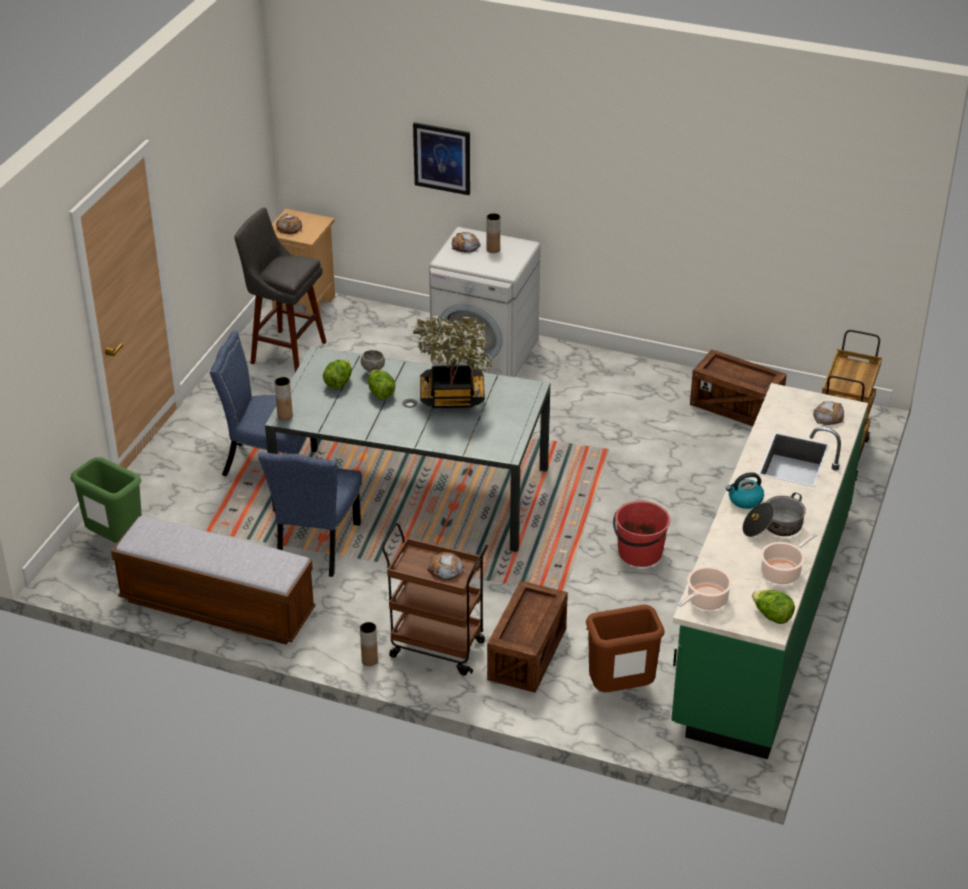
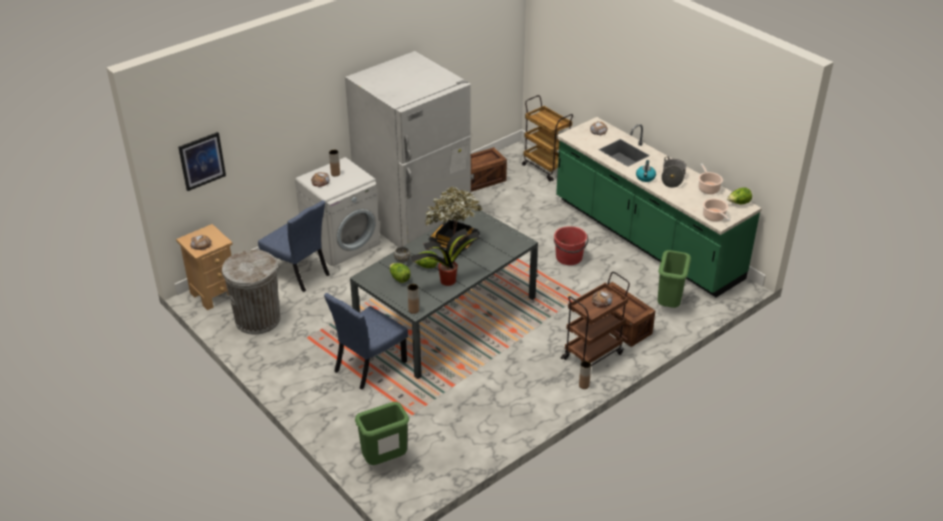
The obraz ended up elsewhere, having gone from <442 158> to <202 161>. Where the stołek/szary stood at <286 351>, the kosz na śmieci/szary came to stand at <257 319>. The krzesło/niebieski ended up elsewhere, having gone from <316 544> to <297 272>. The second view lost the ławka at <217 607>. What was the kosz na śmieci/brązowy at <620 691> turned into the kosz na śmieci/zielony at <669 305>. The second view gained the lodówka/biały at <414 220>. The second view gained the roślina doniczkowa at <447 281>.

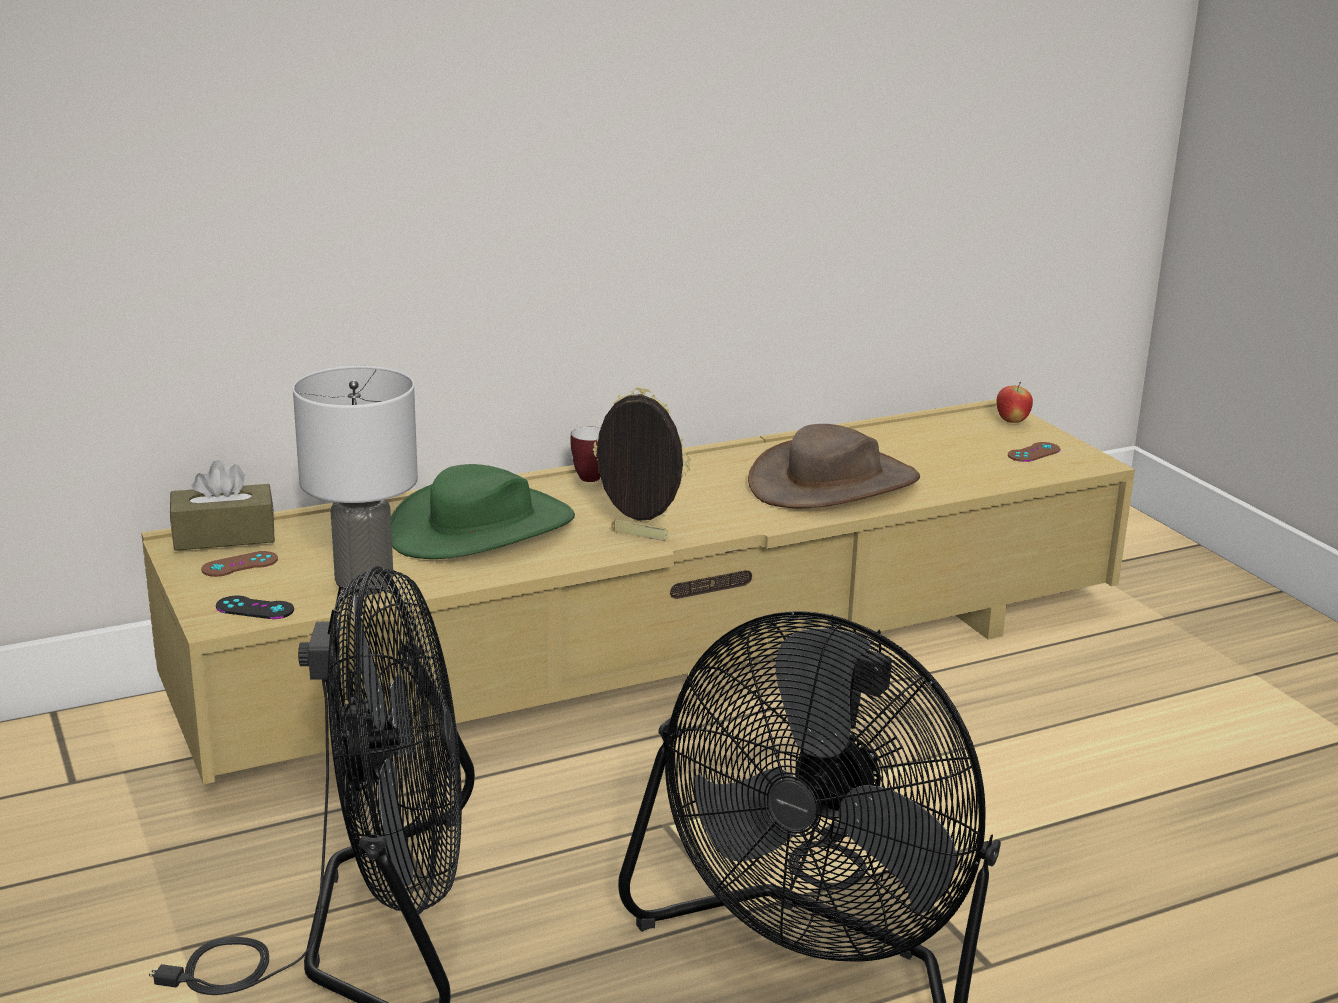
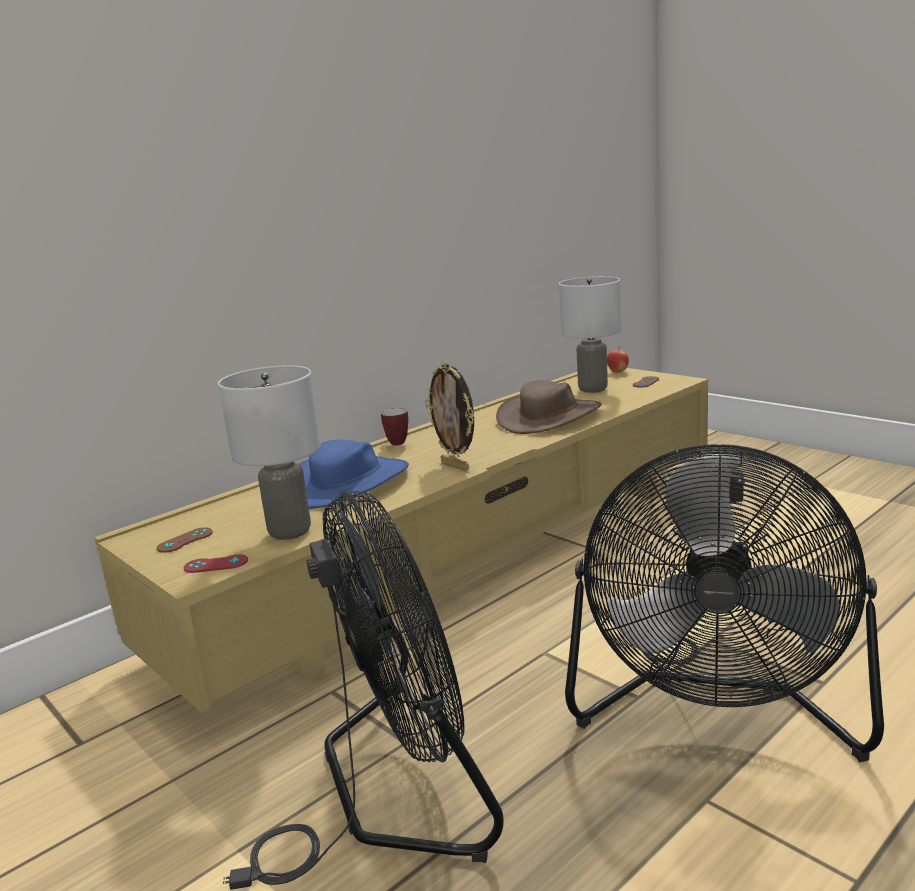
The ramka na zdjęcie at <638 536> ended up facing another way, 135 degrees counterclockwise from before. The second view lost the pudełko chusteczek/brązowy at <224 536>. What was the kapelusz/zielony at <482 528> turned into the kapelusz/niebieski at <347 483>. What was the pad do gier/czarny at <255 608> turned into the pad do gier/czerwony at <216 564>. The second view gained the lampa stołowa/biały at <594 389>.

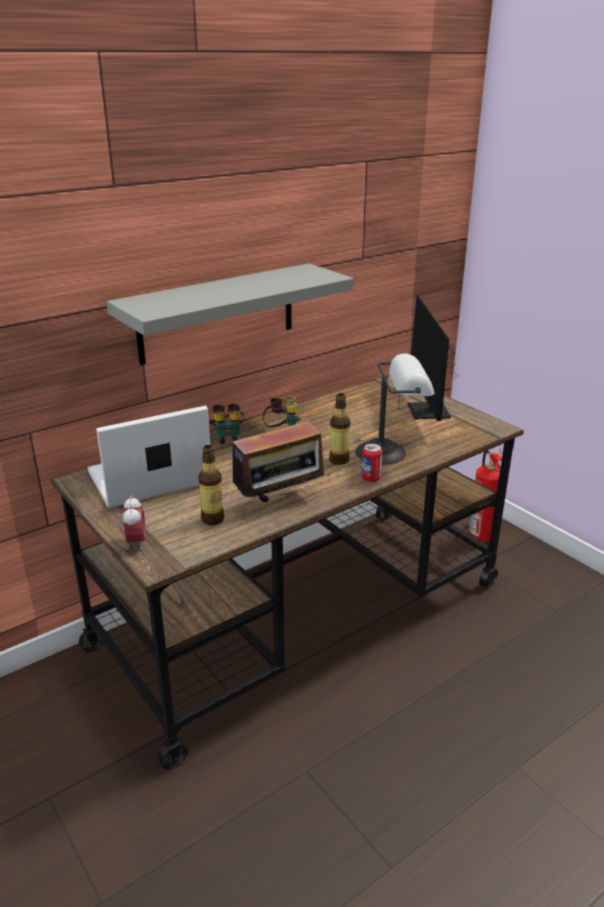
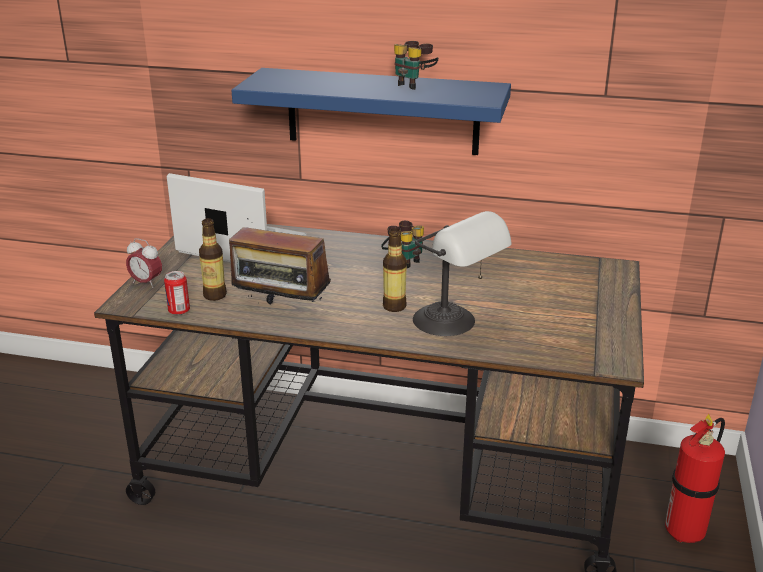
What was the półka/szary at <217 313> turned into the półka/niebieski at <382 111>. The second view lost the monitor at <428 413>. The lornetka ended up elsewhere, having gone from <228 438> to <414 85>. The puszka ended up elsewhere, having gone from <371 479> to <179 311>. The budzik at <136 543> ended up facing another way, 75 degrees clockwise from before.

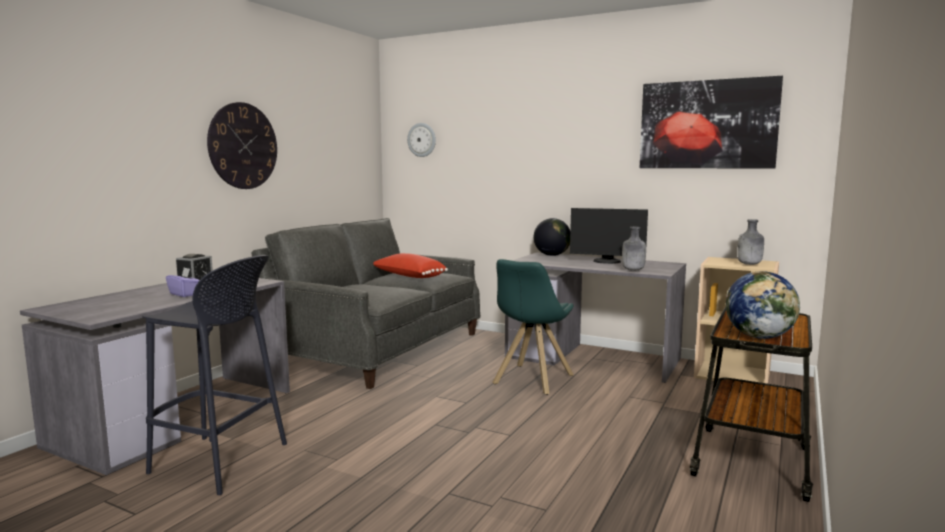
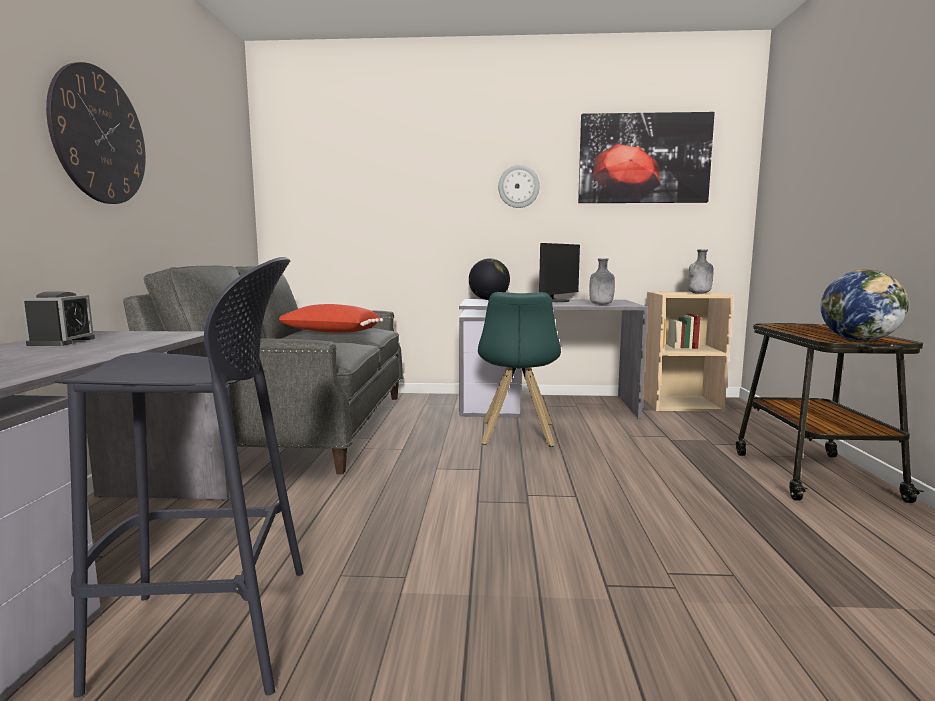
The zegar ścienny ended up elsewhere, having gone from <422 140> to <518 186>. The monitor at <606 261> ended up facing another way, 45 degrees counterclockwise from before. The second view lost the pudełko chusteczek/fioletowy at <185 294>.

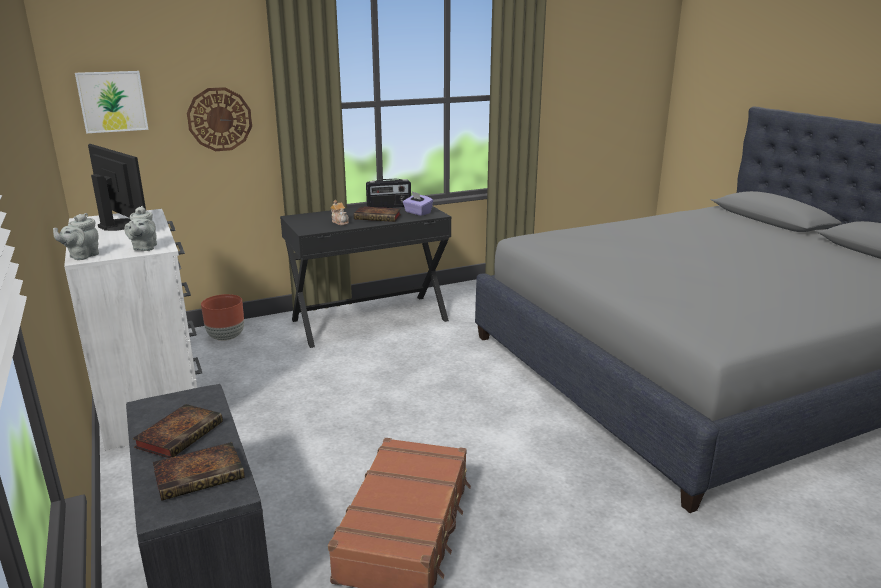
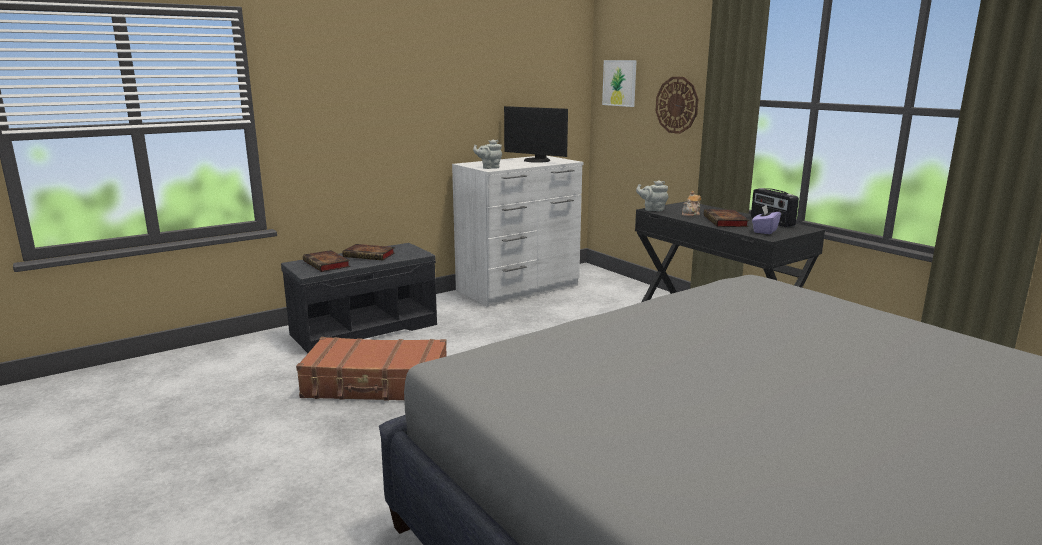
The monitor at <120 225> ended up facing another way, 90 degrees clockwise from before. The imbryk/szary ended up elsewhere, having gone from <82 256> to <652 209>. The second view lost the donica/brązowy at <226 337>.

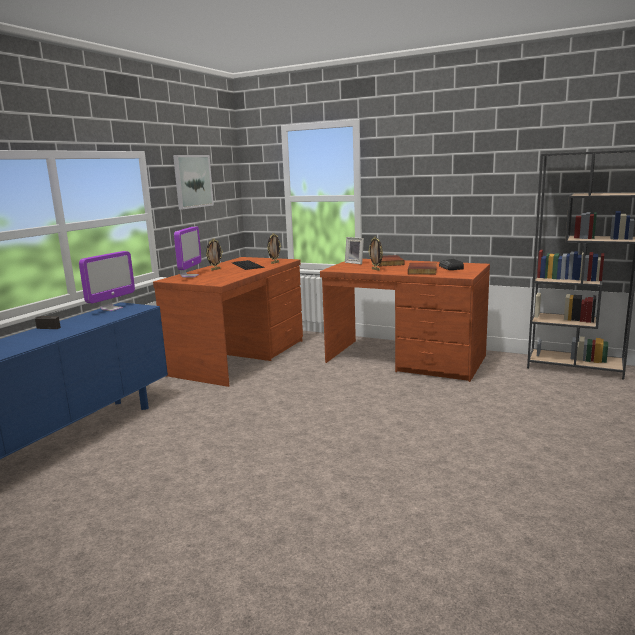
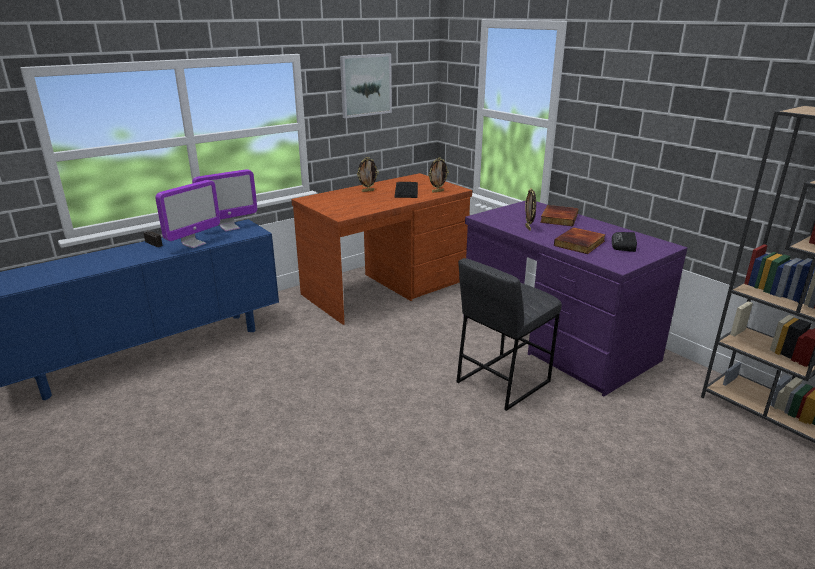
The monitor ended up elsewhere, having gone from <189 276> to <194 244>. The second view lost the ramka na zdjęcie at <355 263>. What was the biurko/brązowy at <405 359> turned into the biurko/fioletowy at <556 339>. The second view gained the stołek/szary at <502 382>.

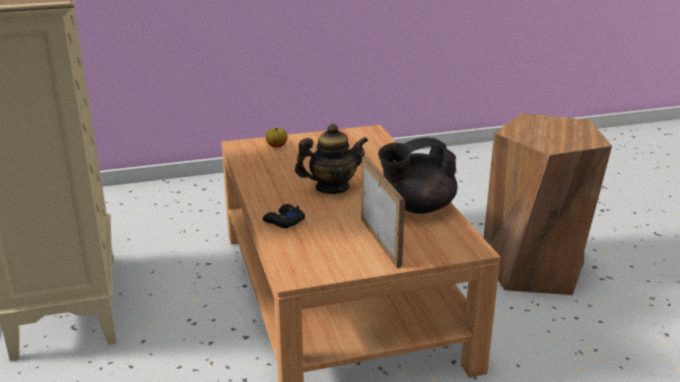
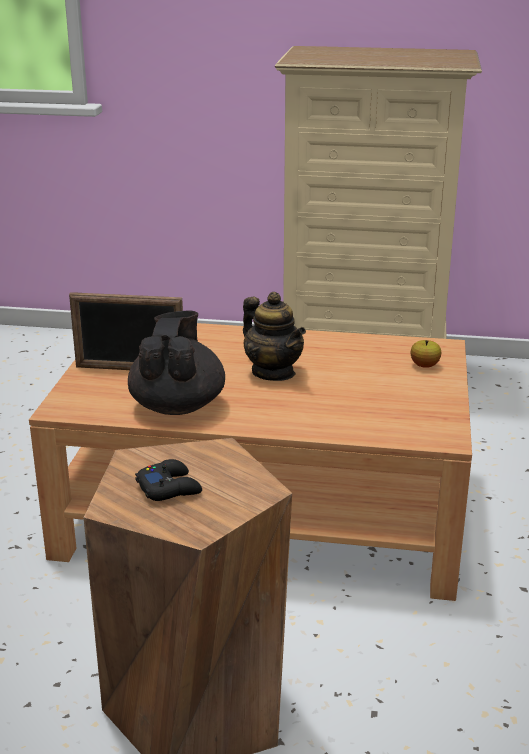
The imbryk at <332 188> ended up facing another way, 45 degrees counterclockwise from before. The pad do gier/czarny ended up elsewhere, having gone from <283 221> to <169 488>.

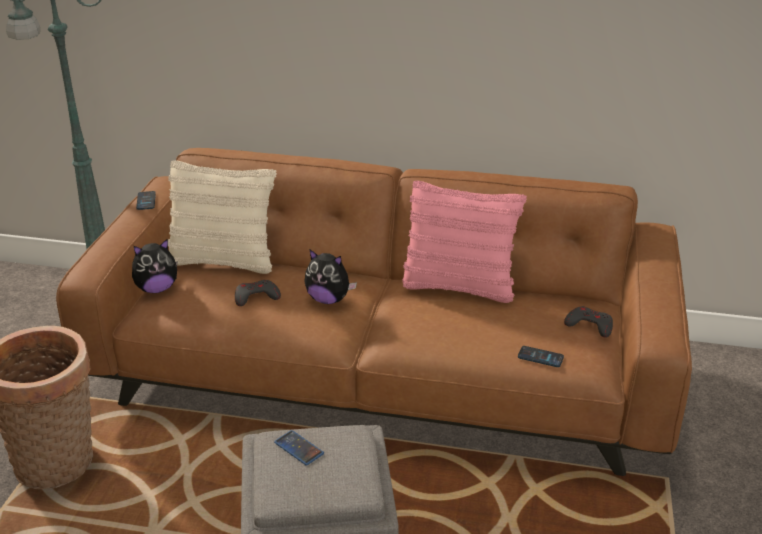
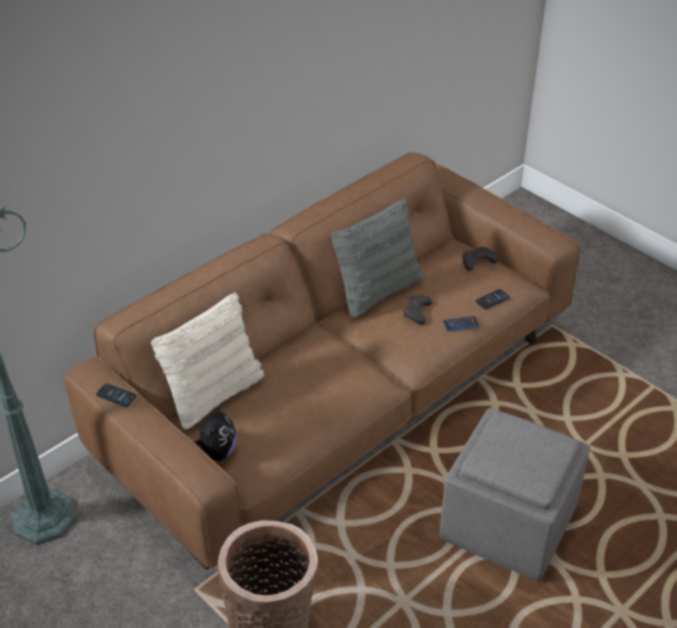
What was the poduszka/różowy at <460 287> turned into the poduszka/szary at <377 292>. The second view lost the pluszak at <328 299>. The pad do gier/szary ended up elsewhere, having gone from <256 297> to <417 312>. The telefon ended up elsewhere, having gone from <299 448> to <460 324>.

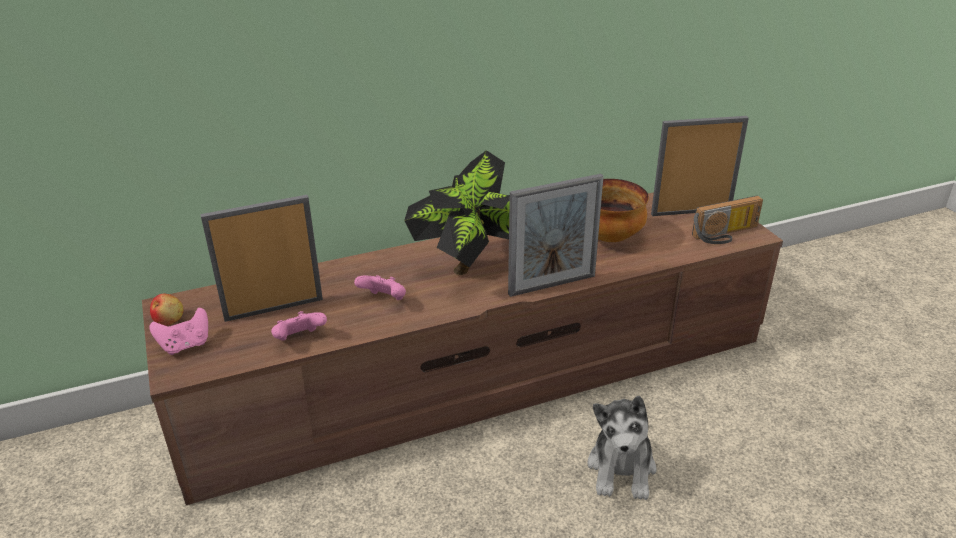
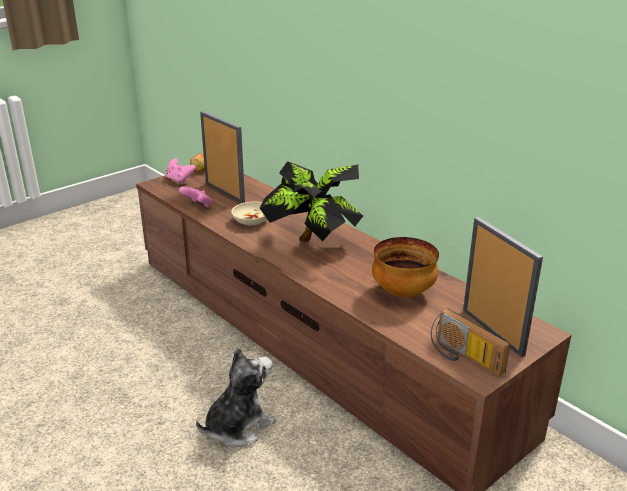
The second view lost the ramka na zdjęcie at <552 285>. Where the pad do gier/różowy stood at <384 300>, the miska/beżowy came to stand at <252 221>. The pluszak at <622 469> ended up facing another way, 150 degrees clockwise from before.

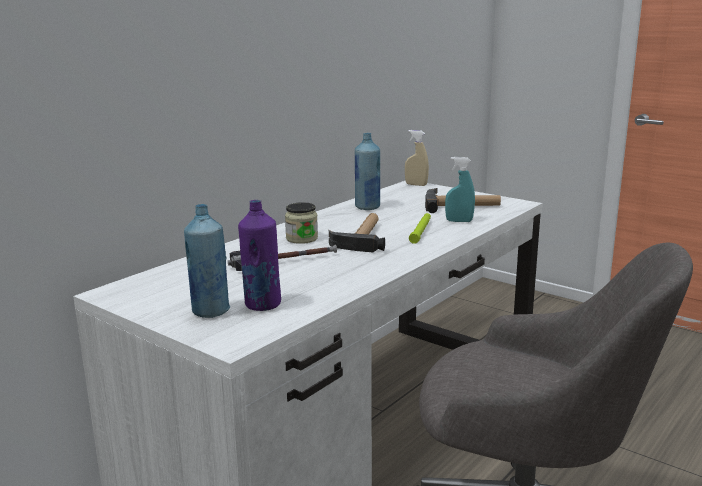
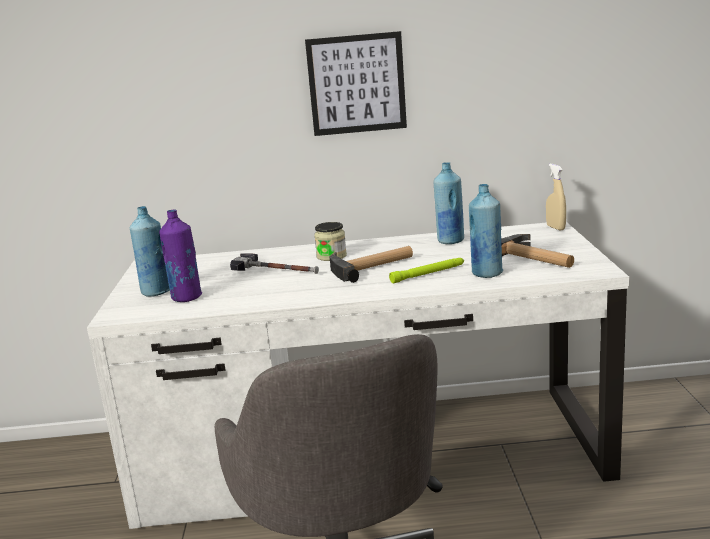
Where the spryskiwacz/turkusowy stood at <459 221>, the butelka/niebieski came to stand at <486 273>. The second view gained the obraz at <356 84>.

